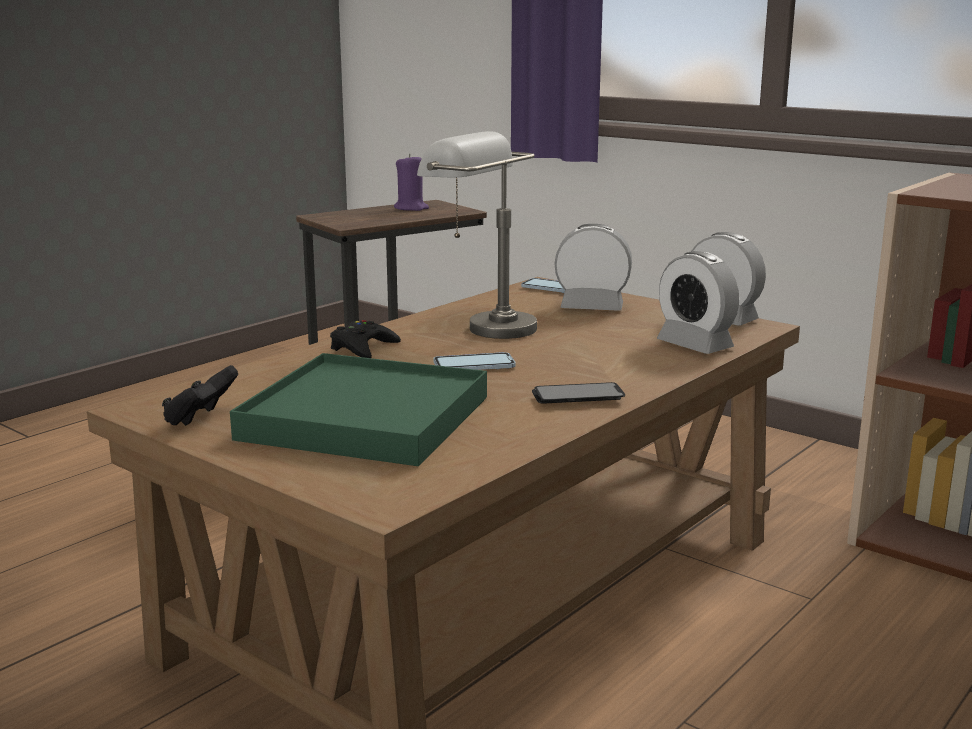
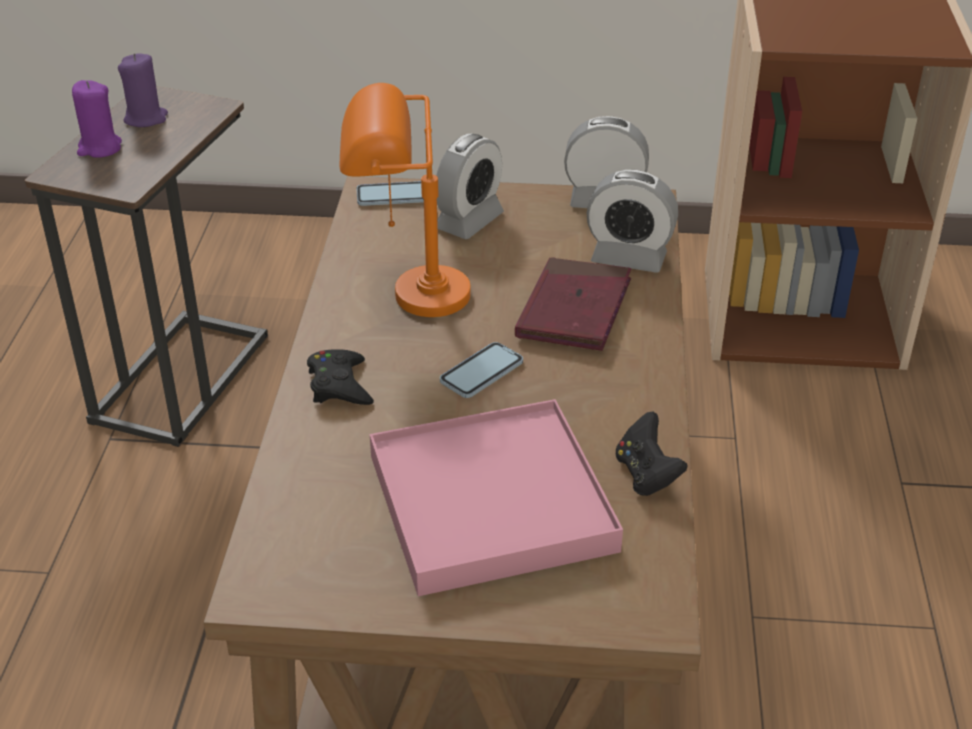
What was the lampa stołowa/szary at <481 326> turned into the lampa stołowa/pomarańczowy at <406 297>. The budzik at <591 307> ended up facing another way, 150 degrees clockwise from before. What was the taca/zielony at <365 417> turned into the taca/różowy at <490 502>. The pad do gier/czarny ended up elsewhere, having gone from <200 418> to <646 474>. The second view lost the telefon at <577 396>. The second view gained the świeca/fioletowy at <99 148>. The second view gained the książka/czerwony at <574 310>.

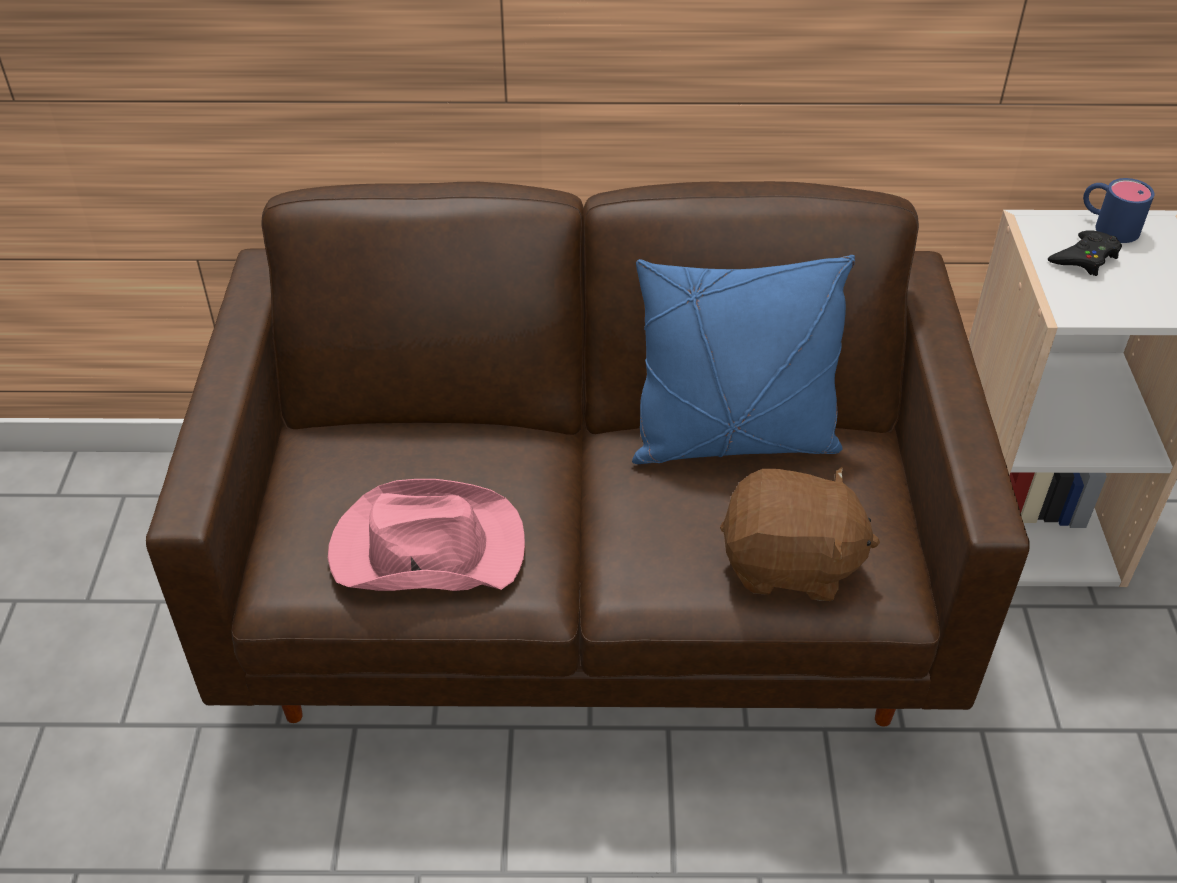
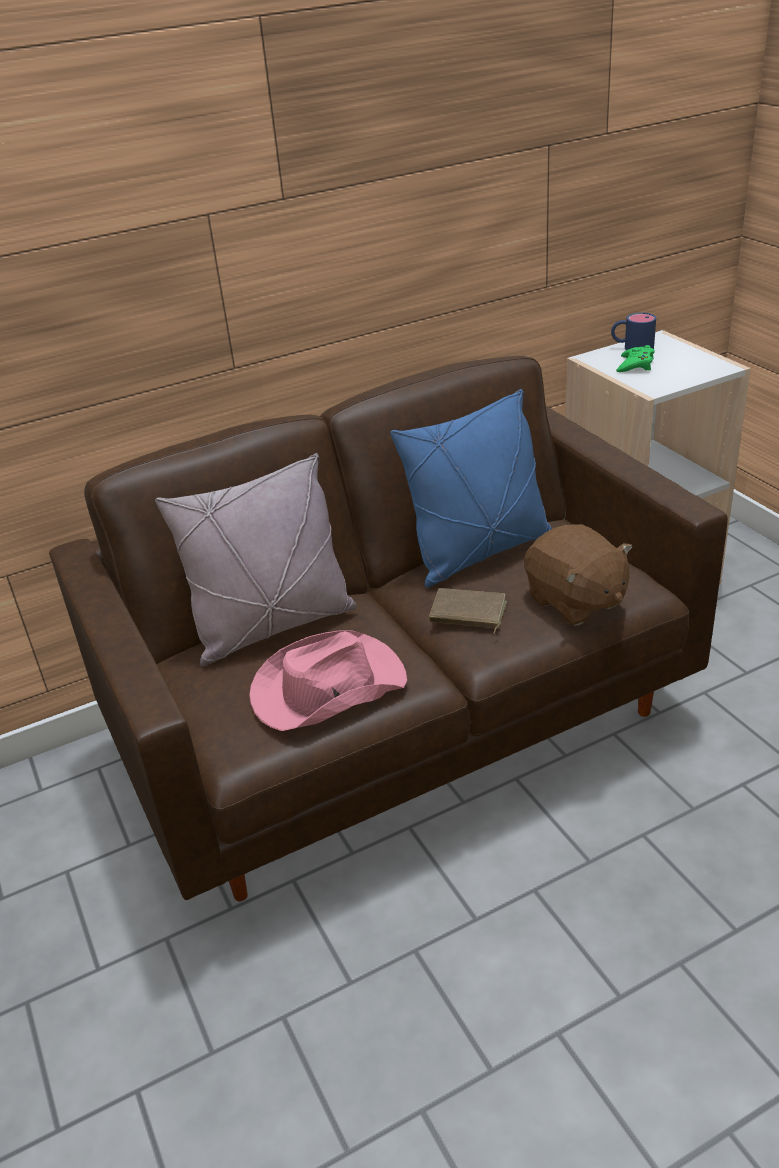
What was the pad do gier/czarny at <1085 258> turned into the pad do gier/zielony at <635 365>. The pluszak/brązowy at <790 565> ended up facing another way, 75 degrees clockwise from before. The second view gained the poduszka/fioletowy at <273 627>. The second view gained the książka/brązowy at <467 614>.

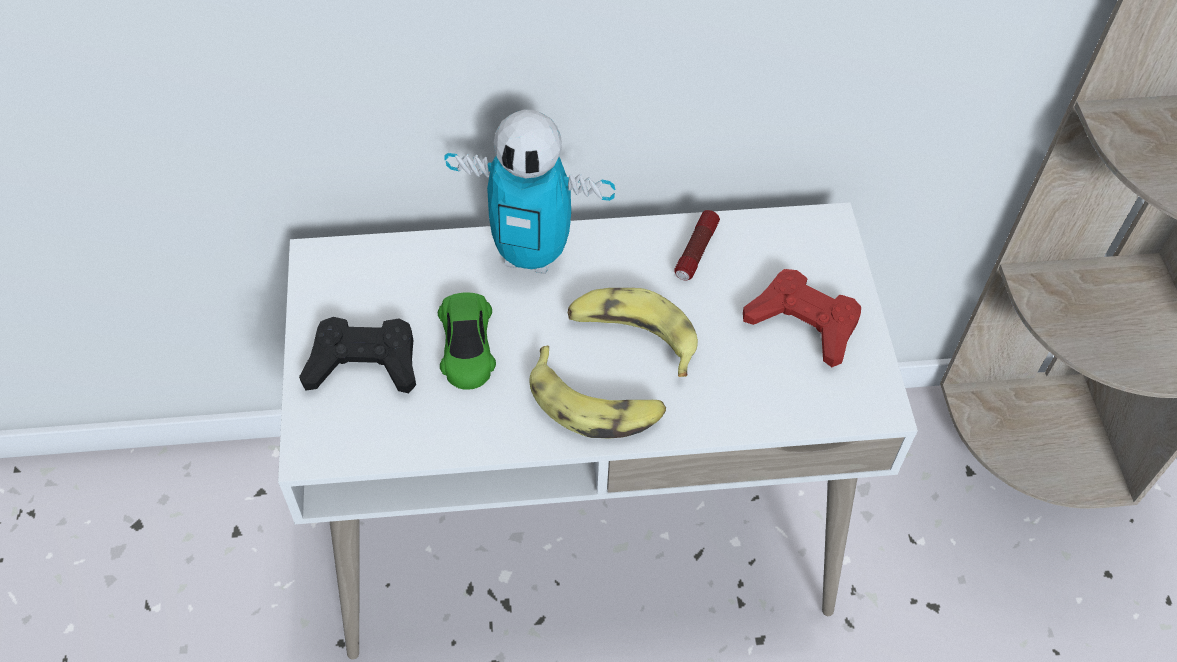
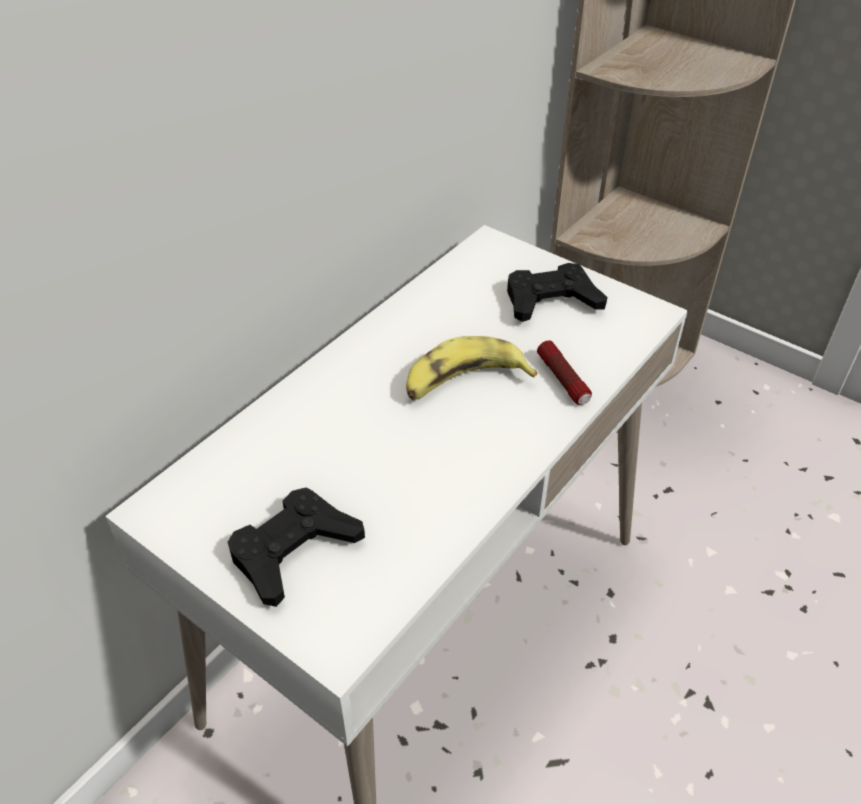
The second view lost the robot zabawkowy at <531 254>. The latarka ended up elsewhere, having gone from <696 252> to <563 380>. What was the pad do gier/czerwony at <804 322> turned into the pad do gier/czarny at <551 300>. The second view lost the samochodzik/zielony at <467 345>. The second view lost the banan at <595 404>.

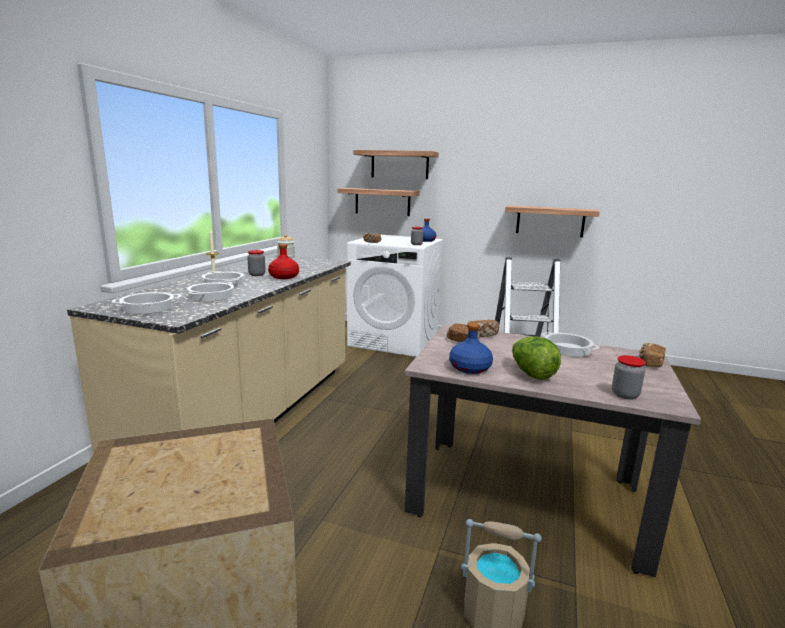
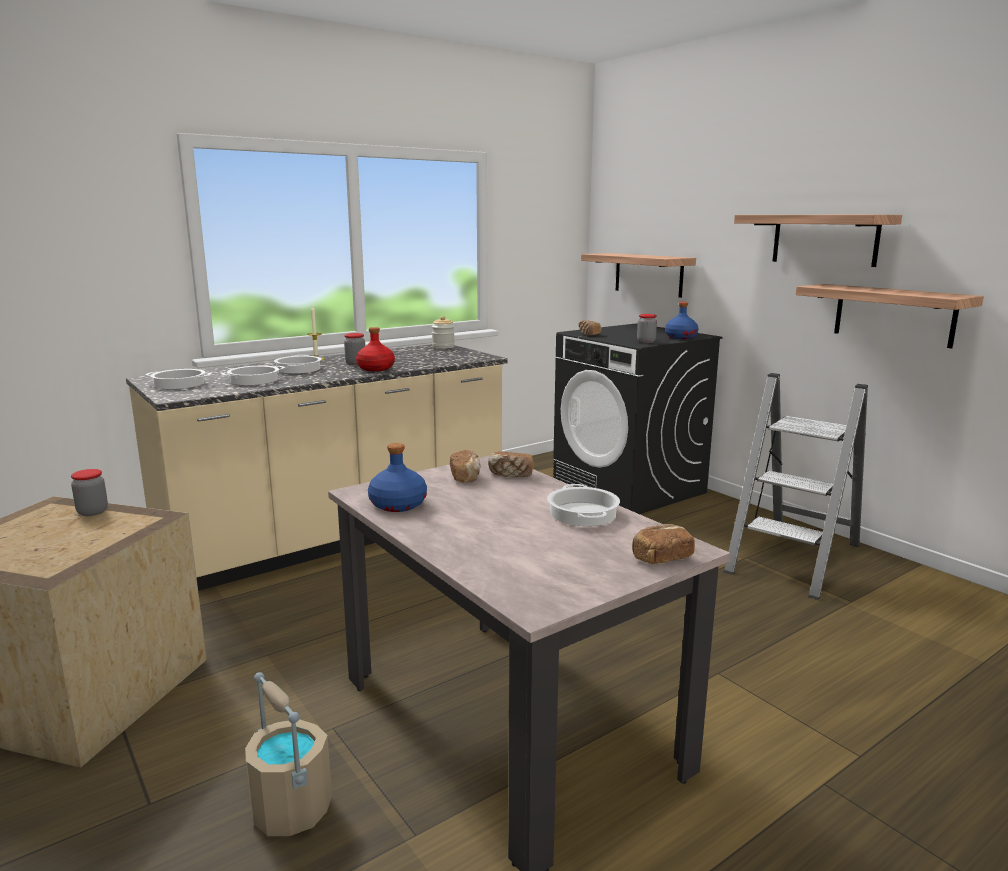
The półka ended up elsewhere, having gone from <399 165> to <824 239>. What was the pralka/biały at <394 340> turned into the pralka/czarny at <629 488>. The second view lost the sałata at <531 374>. The słoik ended up elsewhere, having gone from <625 395> to <92 512>.

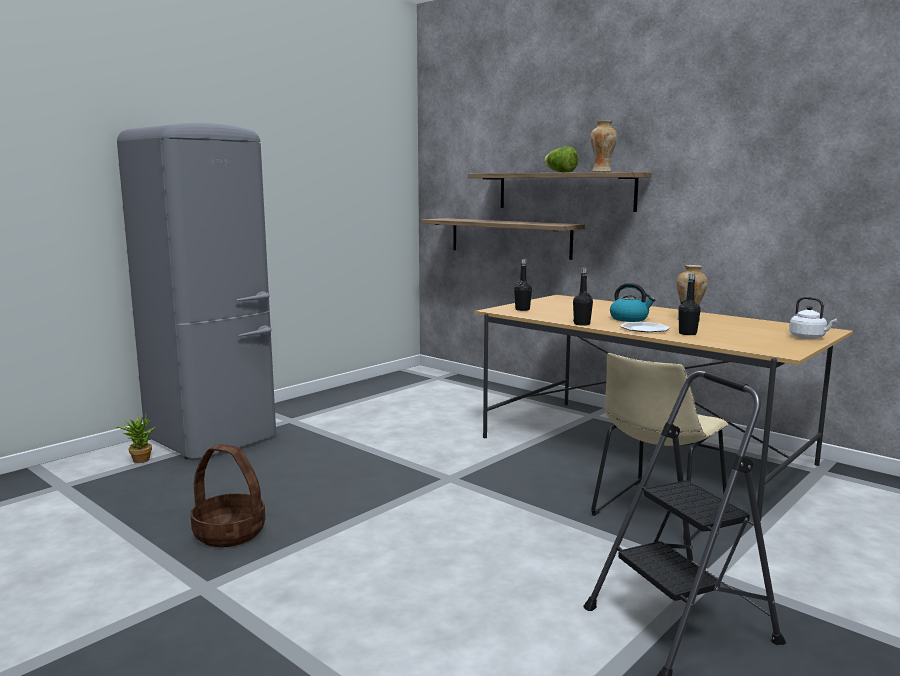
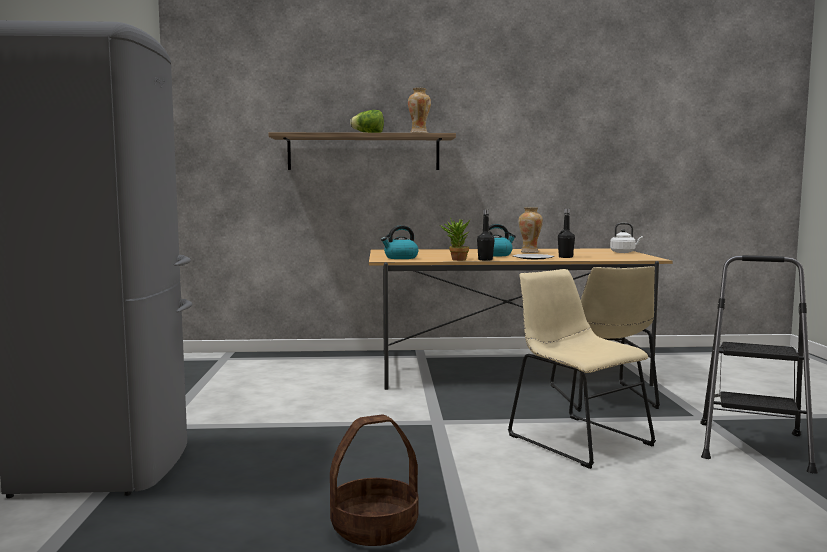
The second view lost the półka at <509 237>. Where the butelka/czarny stood at <522 309>, the czajnik came to stand at <400 258>. The roślina doniczkowa ended up elsewhere, having gone from <139 459> to <455 260>. The second view gained the krzesło/beżowy at <575 438>.

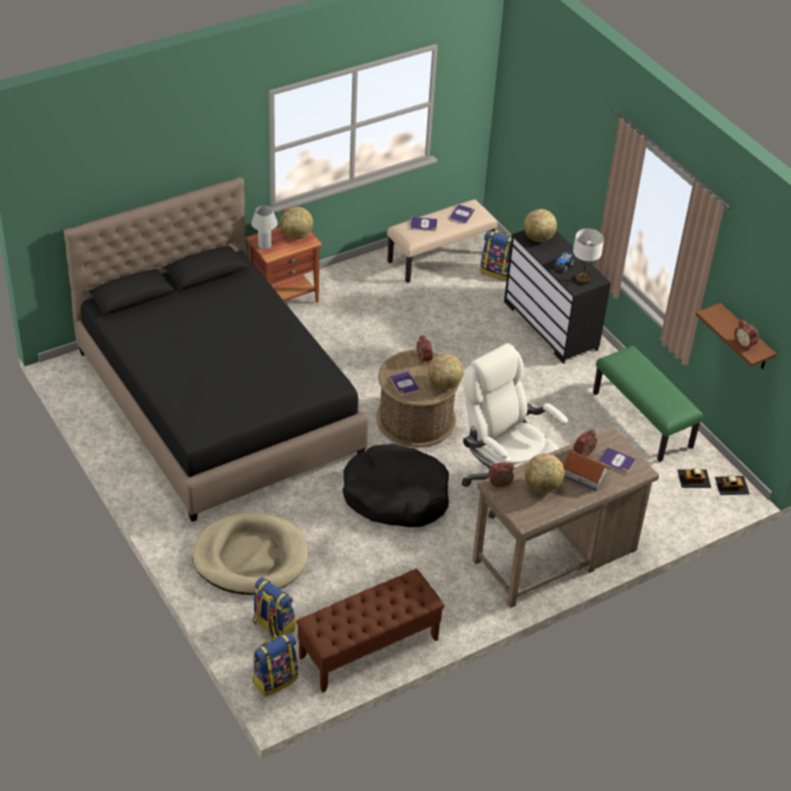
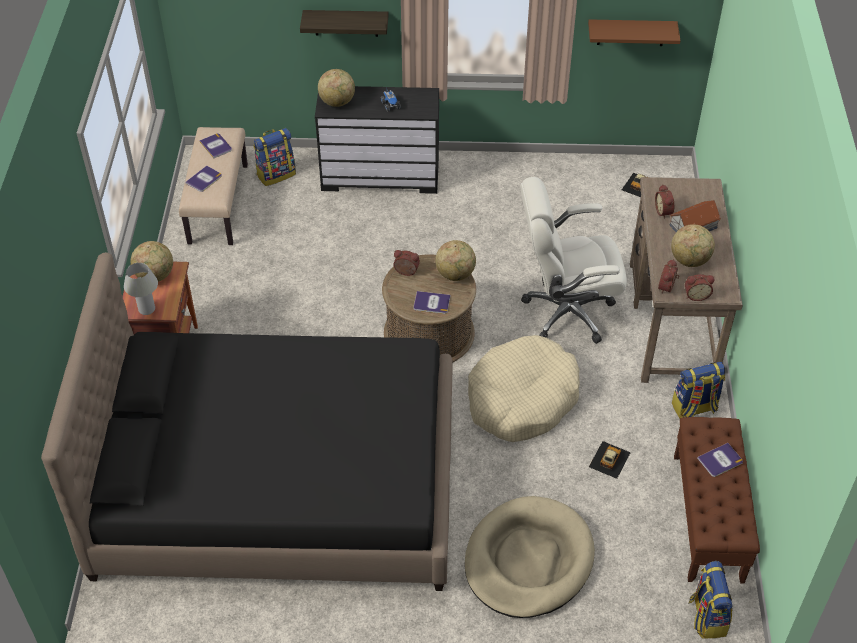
The second view lost the lampa stołowa at <582 279>. The budzik ended up elsewhere, having gone from <745 343> to <696 295>. The second view lost the ławka/zielony at <643 420>. What was the legowisko/czarny at <396 496> turned into the legowisko/beżowy at <521 399>. The książka ended up elsewhere, having gone from <616 461> to <720 460>. The samochodzik ended up elsewhere, having gone from <731 485> to <609 459>. The plecak ended up elsewhere, having gone from <272 626> to <694 408>. The second view gained the półka at <346 23>.

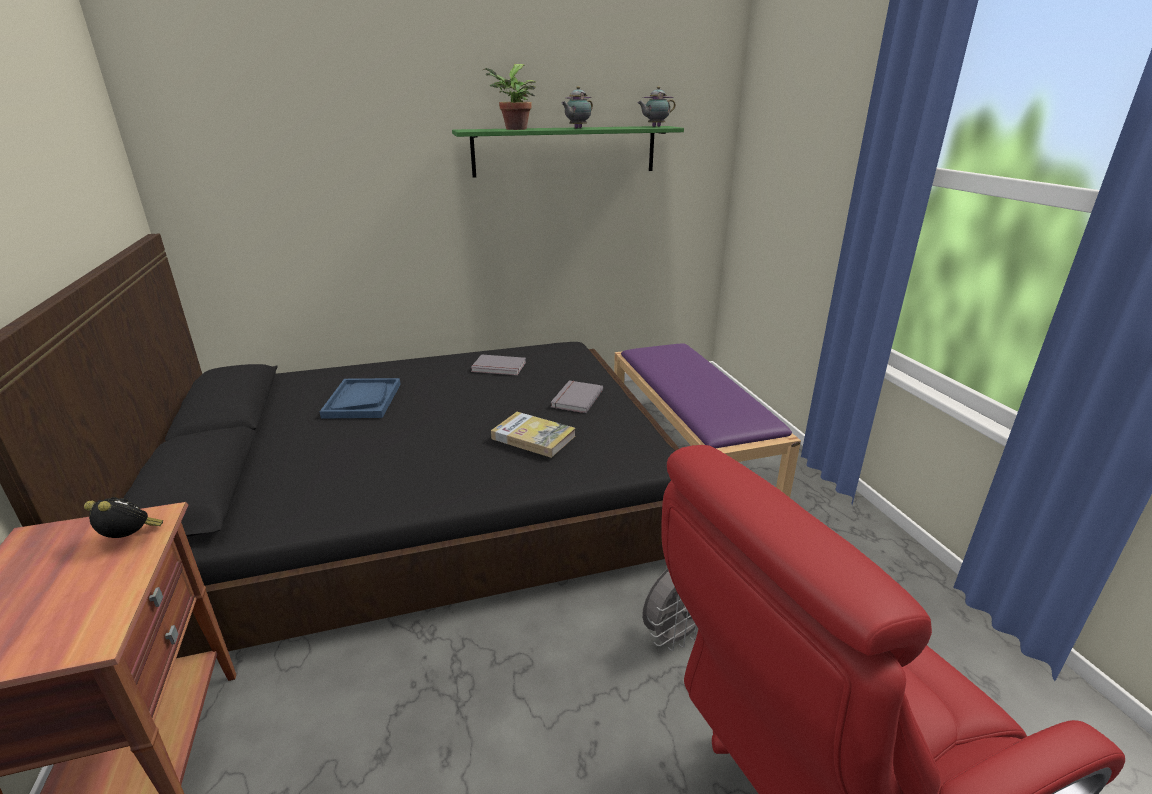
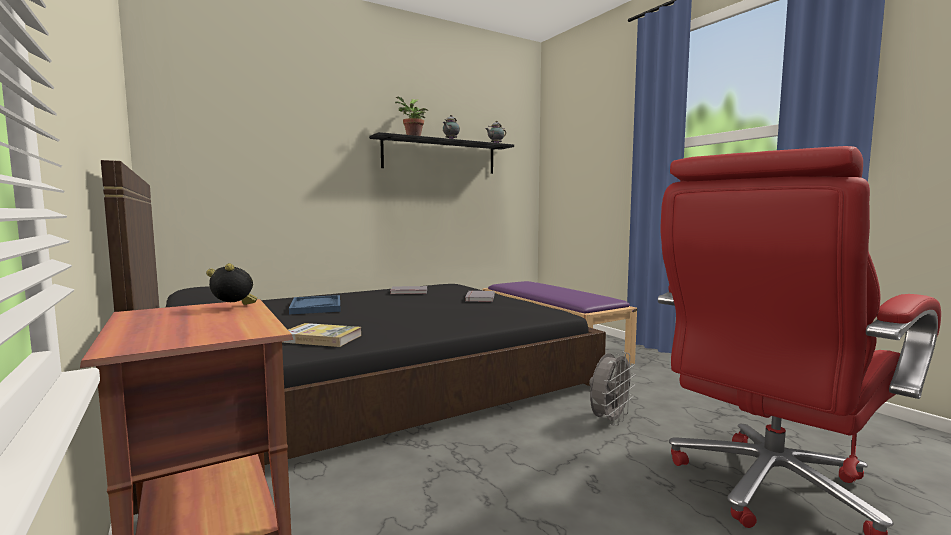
What was the półka/zielony at <565 151> turned into the półka/czarny at <440 156>. The książka ended up elsewhere, having gone from <533 437> to <321 338>.

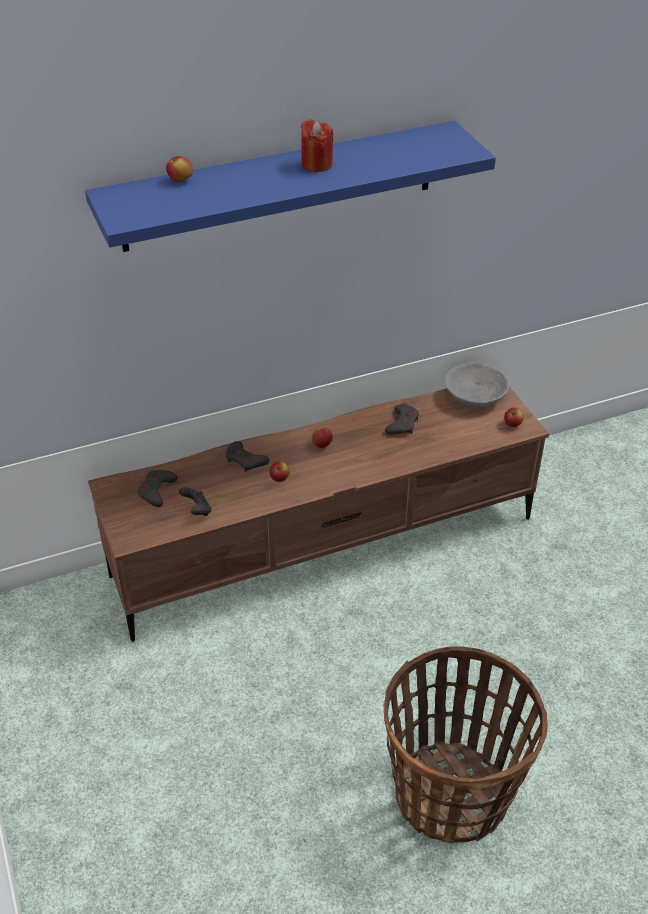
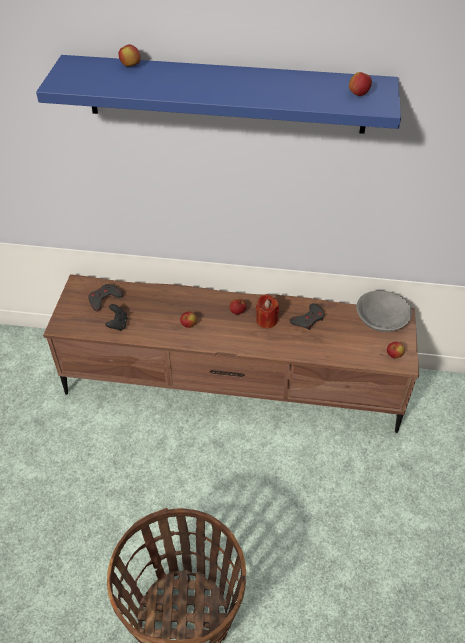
The świeca/czerwony ended up elsewhere, having gone from <316 164> to <266 320>. The second view lost the pad do gier/szary at <245 460>. The second view gained the jabłko at <358 94>.

